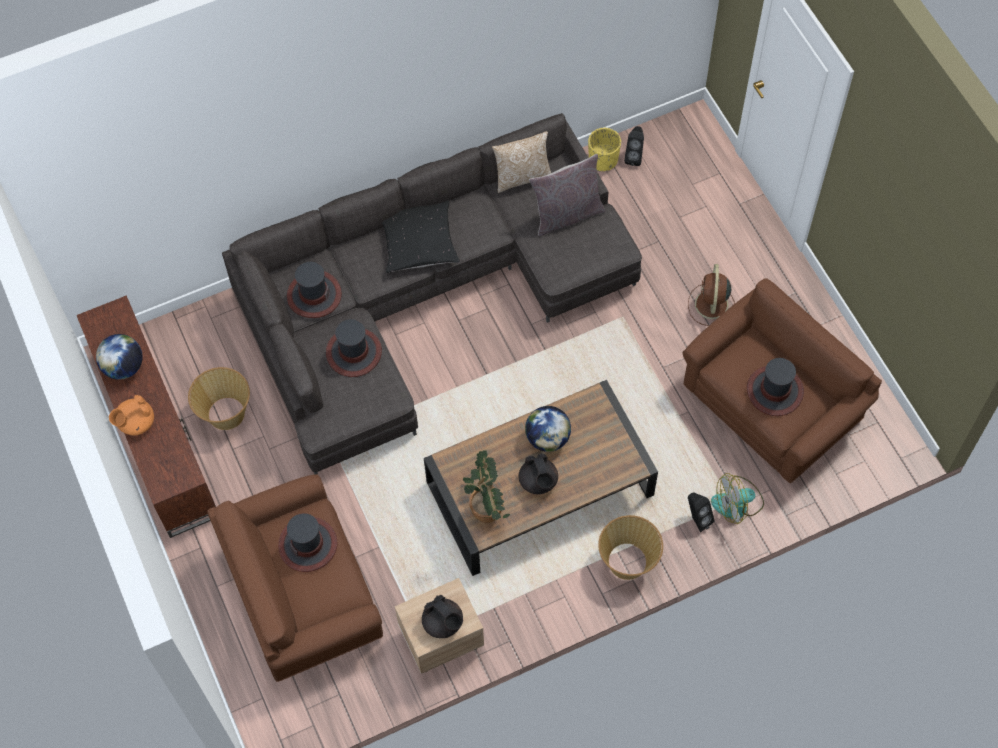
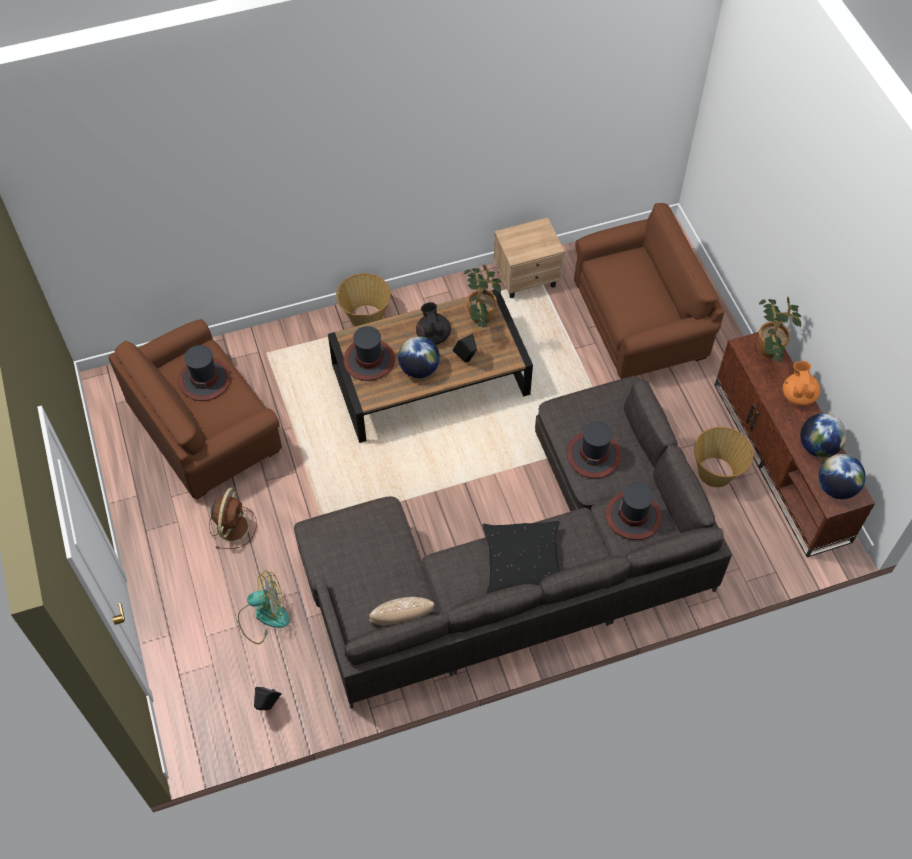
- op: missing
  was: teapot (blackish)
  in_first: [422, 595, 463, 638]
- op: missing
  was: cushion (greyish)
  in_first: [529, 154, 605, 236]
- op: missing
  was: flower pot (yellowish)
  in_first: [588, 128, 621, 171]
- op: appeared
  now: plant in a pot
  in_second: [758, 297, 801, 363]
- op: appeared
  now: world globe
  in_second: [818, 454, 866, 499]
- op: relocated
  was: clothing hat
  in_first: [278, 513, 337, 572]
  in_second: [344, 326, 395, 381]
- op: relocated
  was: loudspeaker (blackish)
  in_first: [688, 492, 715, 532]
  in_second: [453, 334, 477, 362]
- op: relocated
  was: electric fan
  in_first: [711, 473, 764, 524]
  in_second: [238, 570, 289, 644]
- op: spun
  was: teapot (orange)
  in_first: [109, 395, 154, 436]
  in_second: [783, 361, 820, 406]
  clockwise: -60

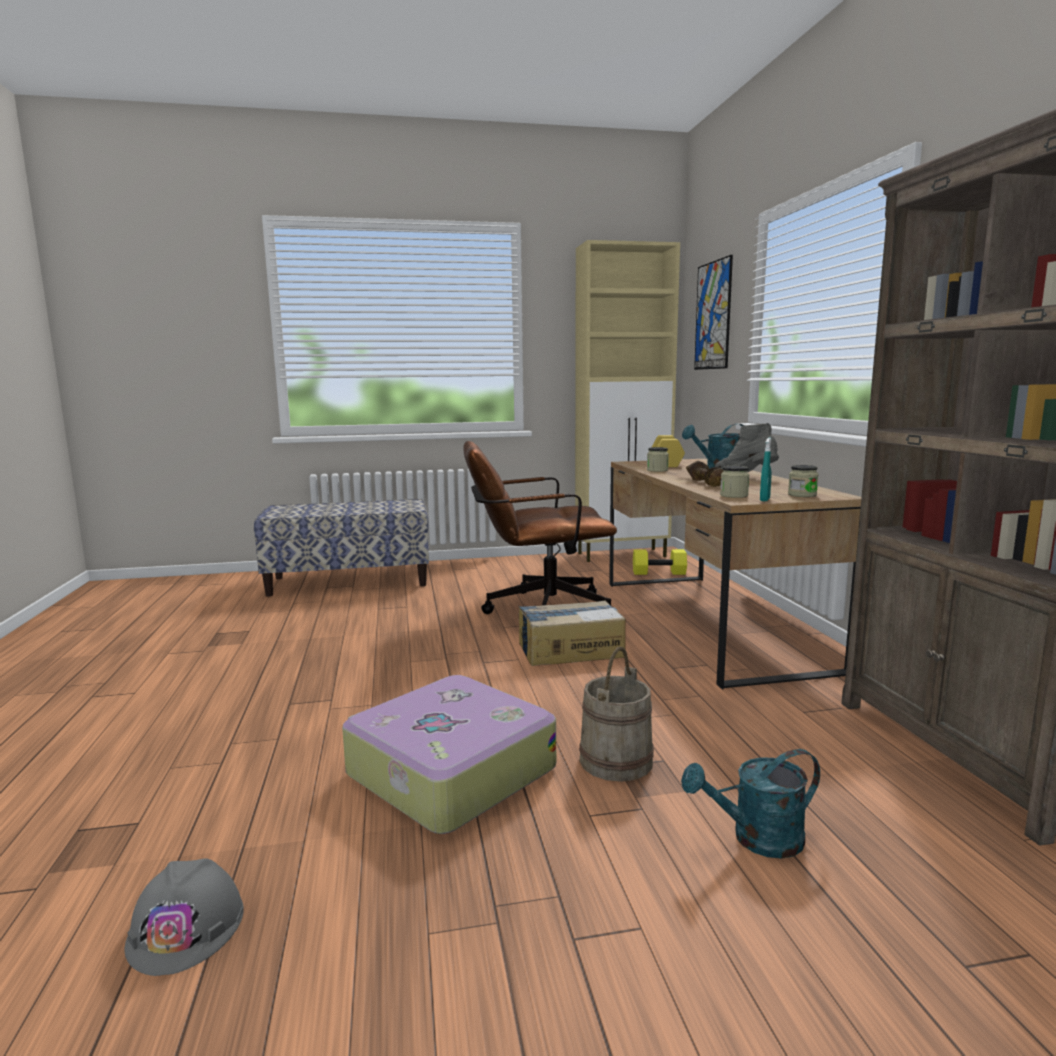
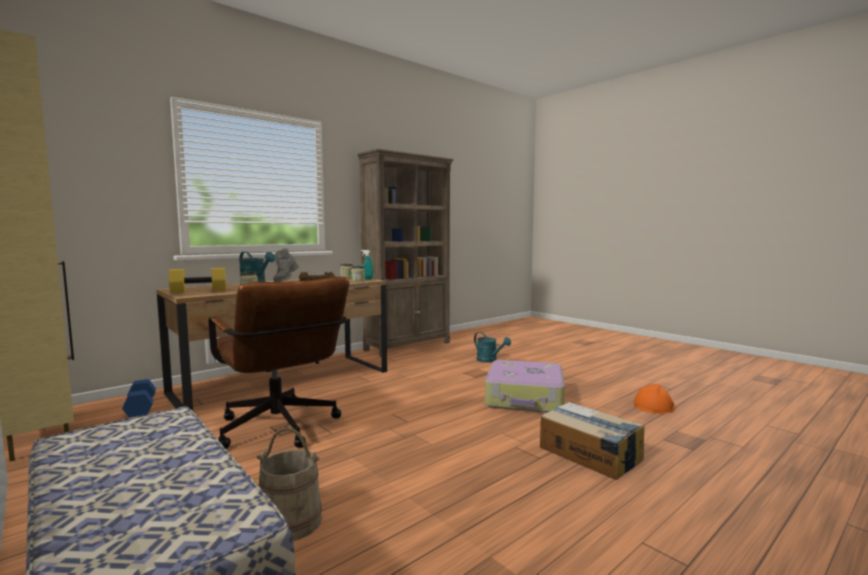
- op: missing
  was: picture
  in_first: [694, 255, 733, 370]
- op: relocated
  was: packing box
  in_first: [519, 601, 626, 666]
  in_second: [540, 402, 645, 480]
- op: relocated
  was: pail (beige)
  in_first: [579, 647, 654, 782]
  in_second: [256, 427, 322, 541]
- op: colour
  was: hard hat (greyish)
  now: hard hat (orange)
  in_first: [125, 858, 244, 976]
  in_second: [634, 384, 675, 414]
- op: colour
  was: hand weight (yellowish)
  now: hand weight (bluish)
  in_first: [633, 549, 687, 575]
  in_second: [122, 379, 156, 418]

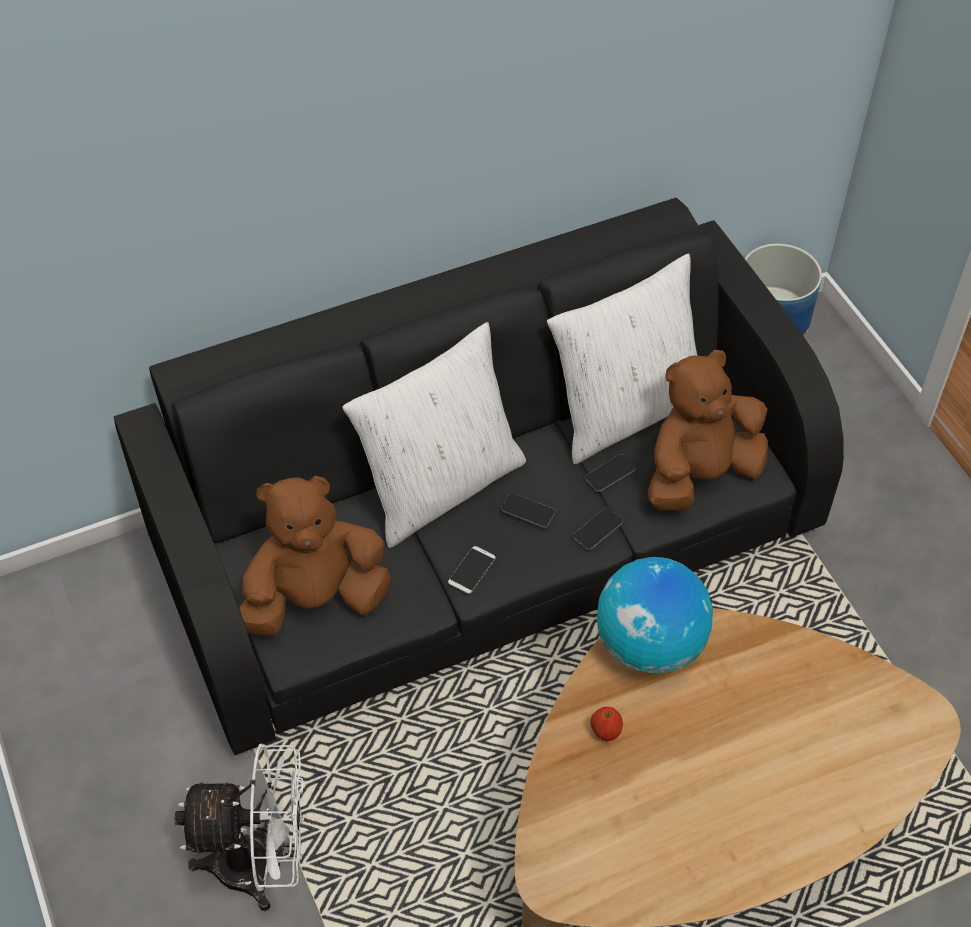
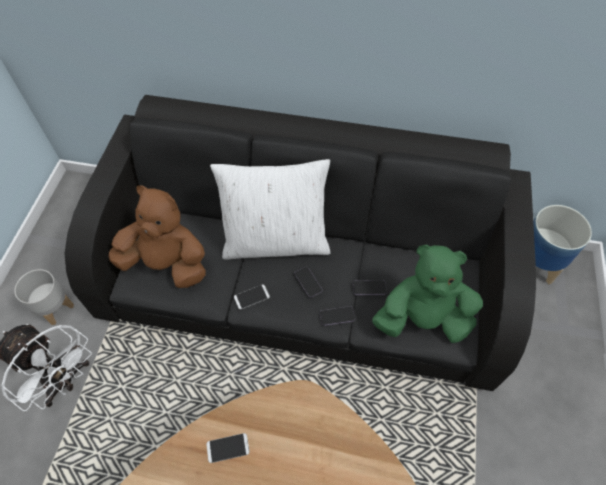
- op: missing
  was: cushion (white-coloured)
  in_first: [547, 254, 697, 464]
- op: missing
  was: world globe
  in_first: [597, 557, 713, 673]
- op: appeared
  now: flower pot (greyish)
  in_second: [14, 269, 74, 325]
- op: exchanged
  was: apple
  now: handset
  in_first: [590, 707, 623, 741]
  in_second: [206, 433, 250, 463]
- op: colour
  was: soft toy (brown-coloured)
  now: soft toy (green-coloured)
  in_first: [648, 350, 768, 511]
  in_second: [372, 245, 483, 343]

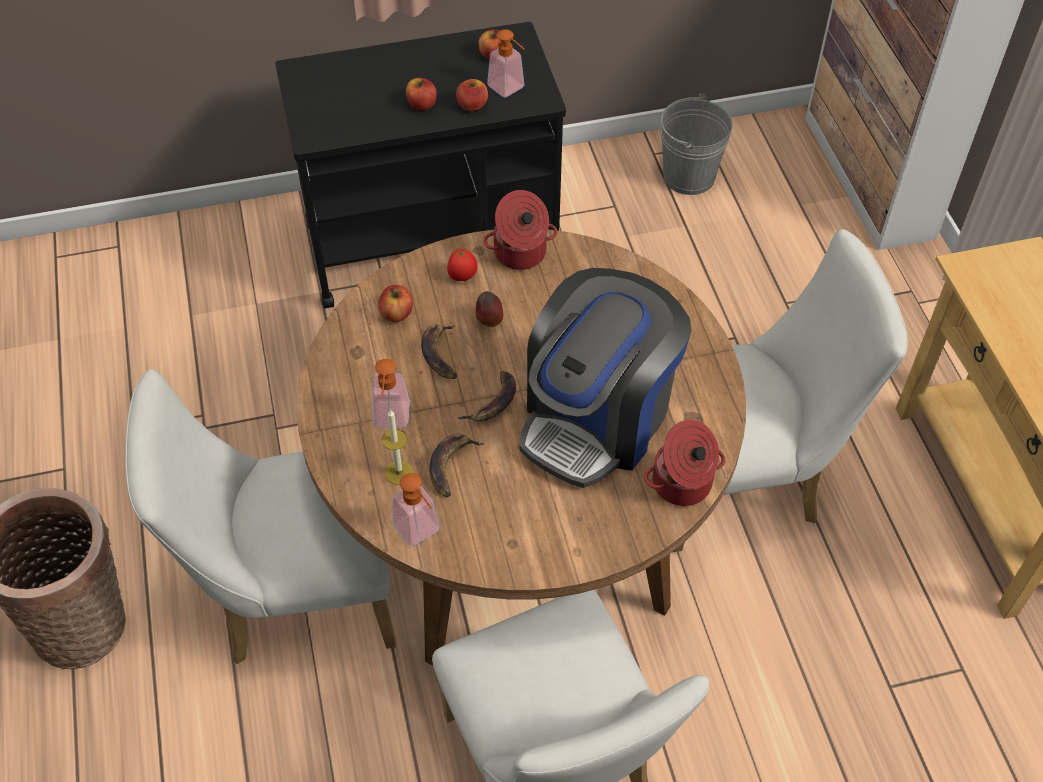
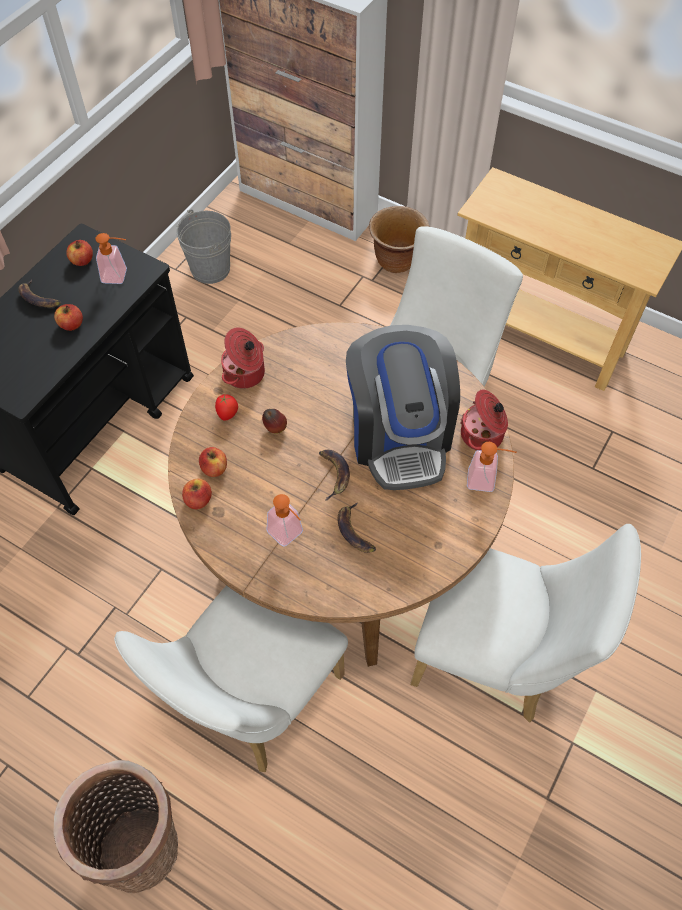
- op: missing
  was: wax candle
  in_first: [382, 409, 413, 485]
- op: appeared
  now: flower pot (brown-coloured)
  in_second: [369, 206, 429, 273]
- op: relocated
  was: soap bottle
  in_first: [392, 473, 440, 546]
  in_second: [467, 442, 517, 492]
- op: relocated
  was: banana fruit
  in_first: [421, 324, 457, 379]
  in_second: [19, 279, 61, 308]
- op: relocated
  was: apple
  in_first: [456, 79, 488, 111]
  in_second: [182, 479, 212, 509]

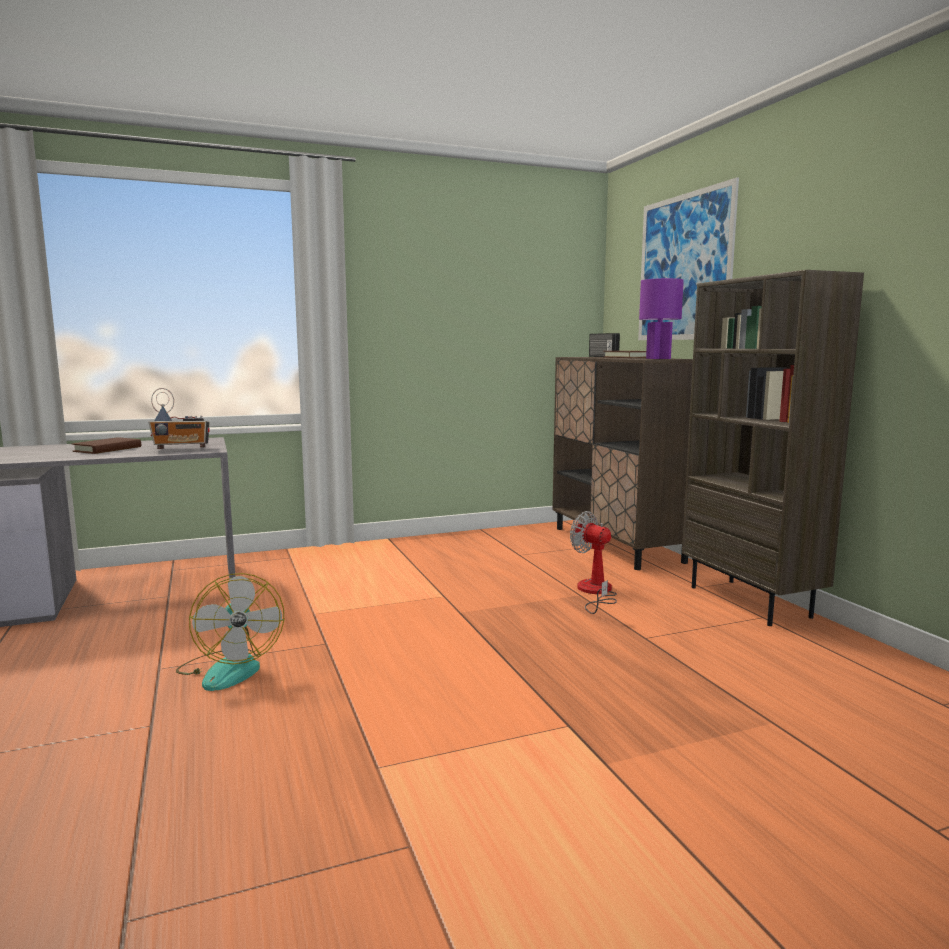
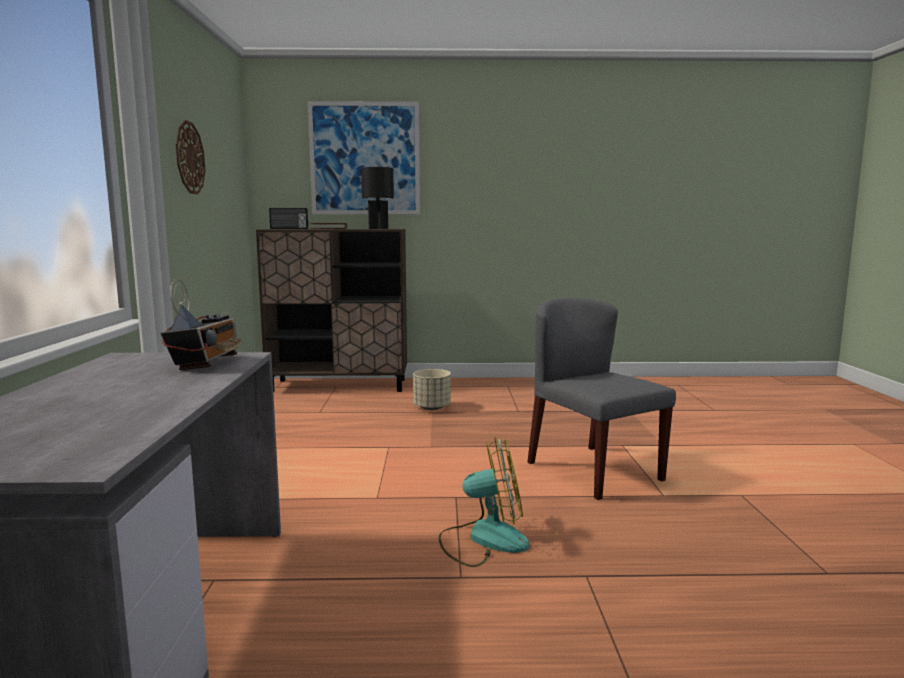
- op: missing
  was: volume (brown-coloured)
  in_first: [72, 437, 141, 454]
- op: missing
  was: bookcase (brown-coloured)
  in_first: [682, 270, 864, 626]
- op: appeared
  now: clock on the wall
  in_second: [176, 120, 205, 194]
- op: appeared
  now: upright chair (greyish)
  in_second: [527, 298, 676, 500]
- op: exchanged
  was: electric fan
  now: flower pot (beige)
  in_first: [570, 511, 617, 614]
  in_second: [413, 369, 451, 410]
- op: colour
  was: tabletop lamp (purplish)
  now: tabletop lamp (blackish)
  in_first: [639, 278, 684, 359]
  in_second: [361, 167, 394, 229]

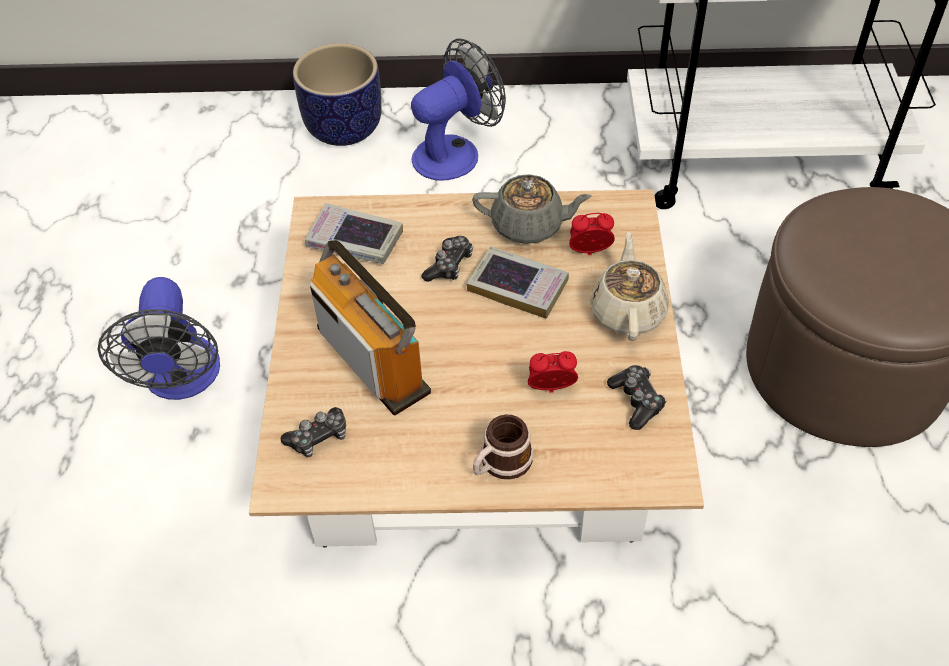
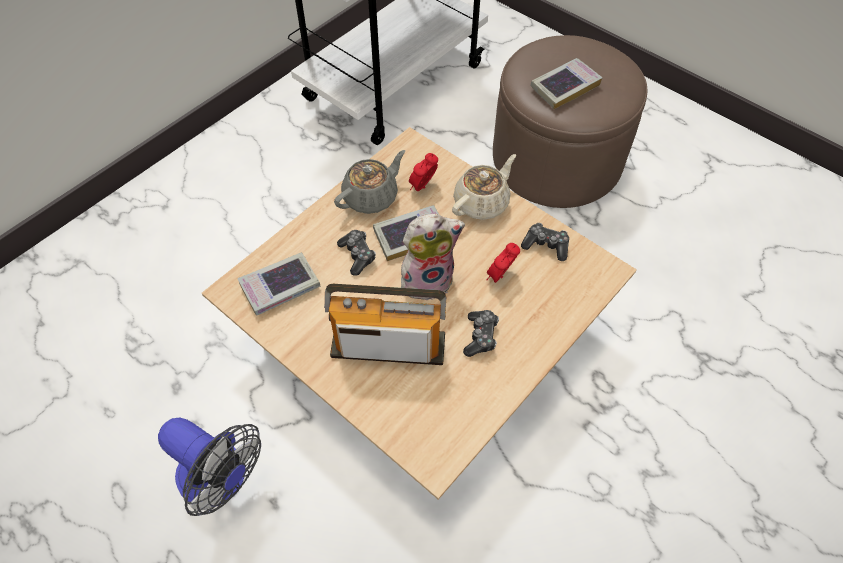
- op: missing
  was: flower pot
  in_first: [293, 43, 382, 146]
- op: missing
  was: electric fan
  in_first: [411, 38, 506, 181]
- op: missing
  was: tea mug
  in_first: [473, 415, 534, 480]
- op: appeared
  now: soft toy
  in_second: [401, 214, 465, 303]
- op: appeared
  now: volume
  in_second: [530, 58, 602, 109]
- op: relocated
  was: game controller
  in_first: [281, 407, 346, 457]
  in_second: [463, 310, 499, 357]
- op: spun
  was: teapot (beige)
  in_first: [590, 232, 669, 341]
  in_second: [452, 154, 516, 220]
  clockwise: 90

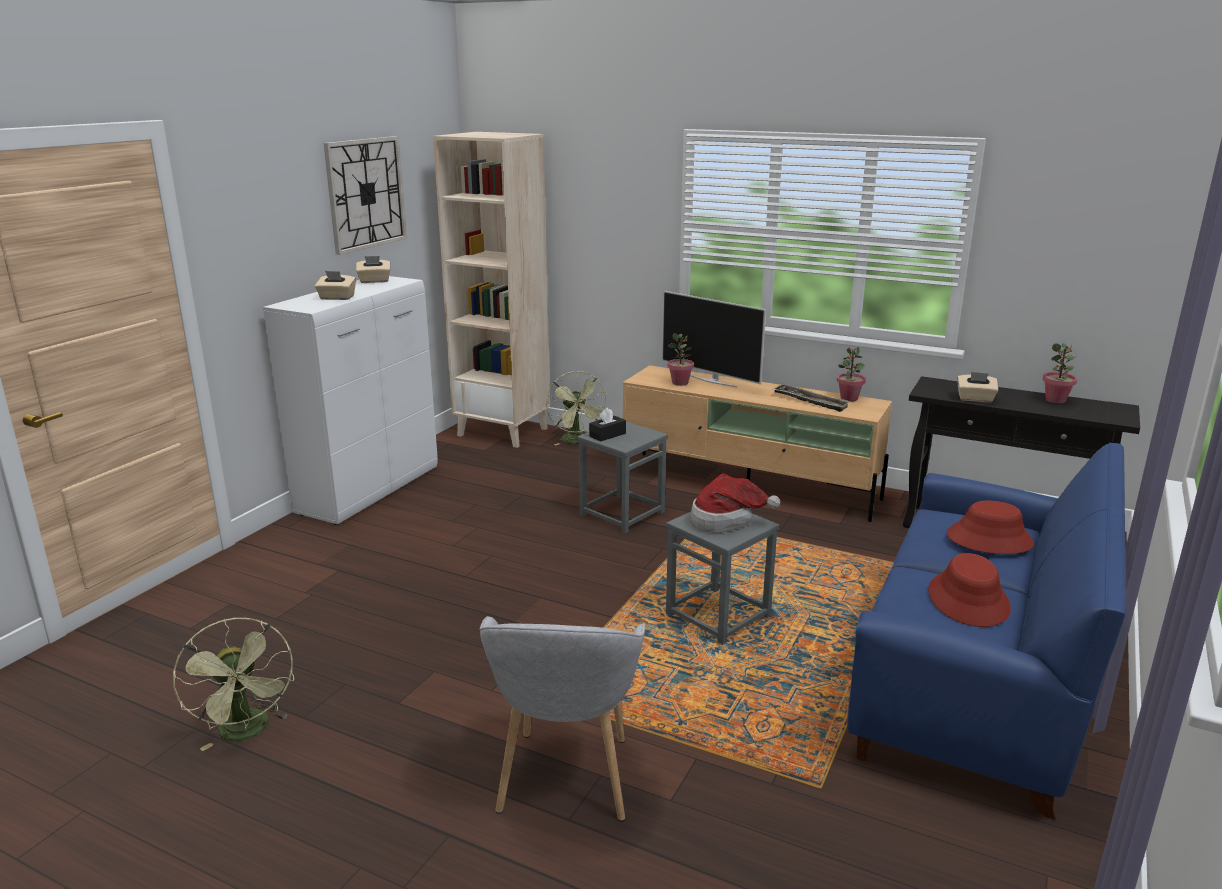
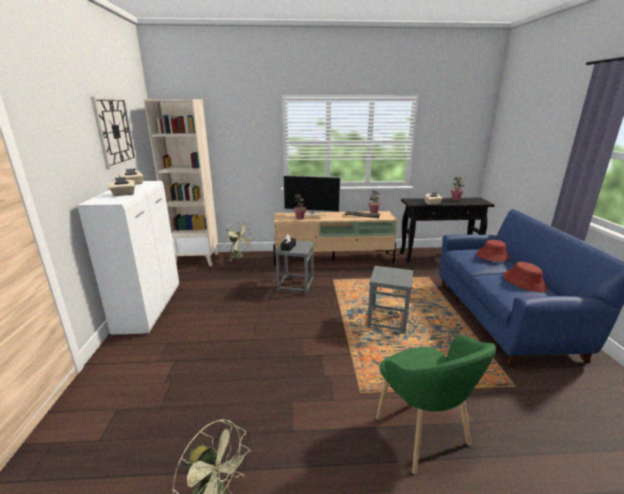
- op: missing
  was: clothing hat
  in_first: [691, 473, 780, 533]
- op: colour
  was: easy chair (greyish)
  now: easy chair (green-coloured)
  in_first: [480, 616, 646, 822]
  in_second: [376, 335, 496, 475]

